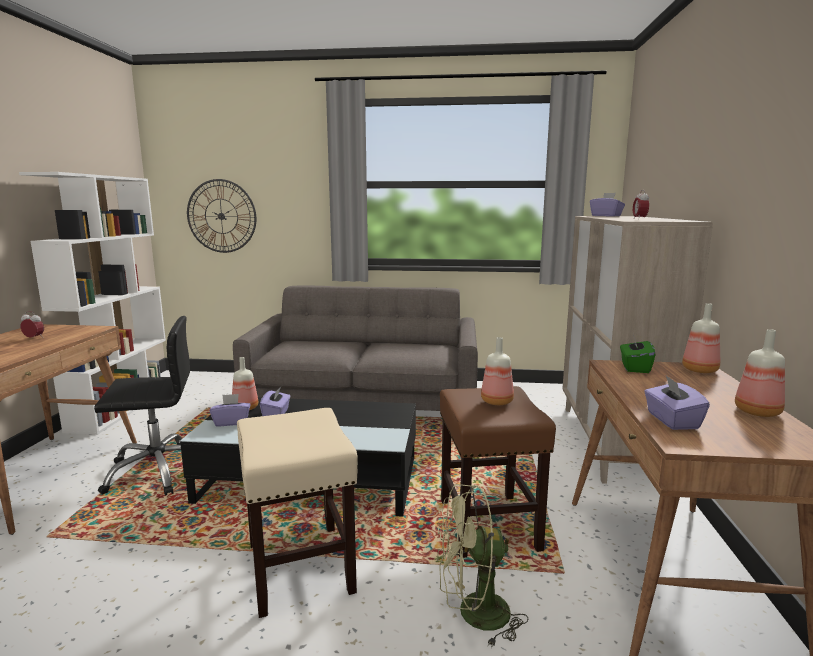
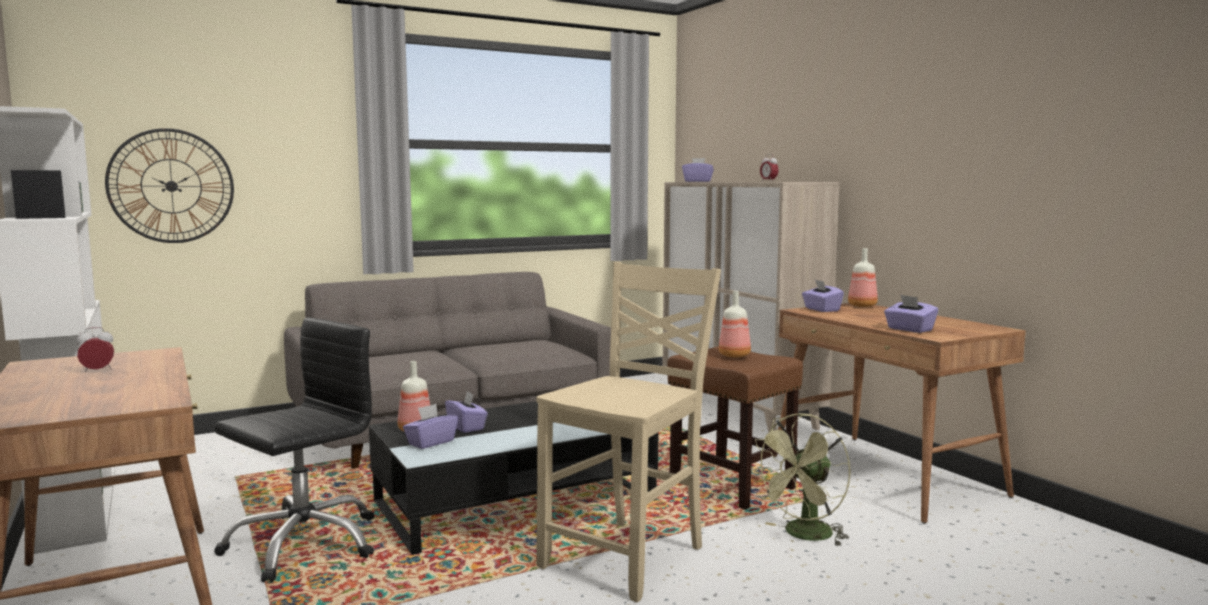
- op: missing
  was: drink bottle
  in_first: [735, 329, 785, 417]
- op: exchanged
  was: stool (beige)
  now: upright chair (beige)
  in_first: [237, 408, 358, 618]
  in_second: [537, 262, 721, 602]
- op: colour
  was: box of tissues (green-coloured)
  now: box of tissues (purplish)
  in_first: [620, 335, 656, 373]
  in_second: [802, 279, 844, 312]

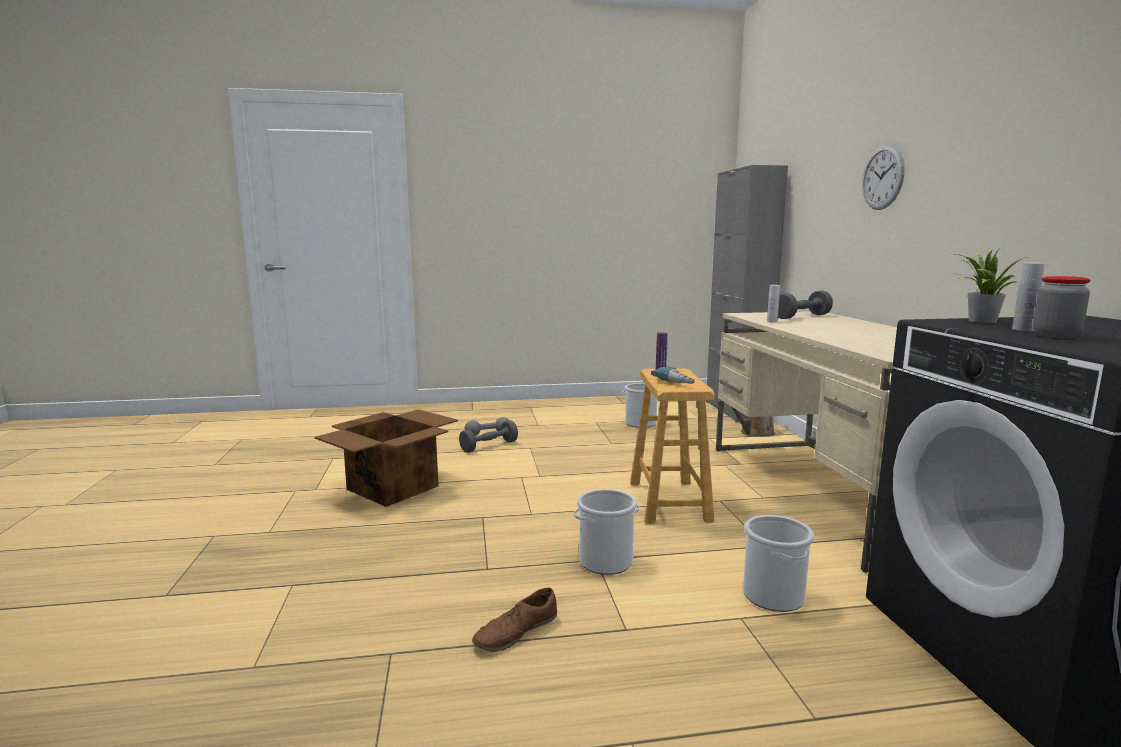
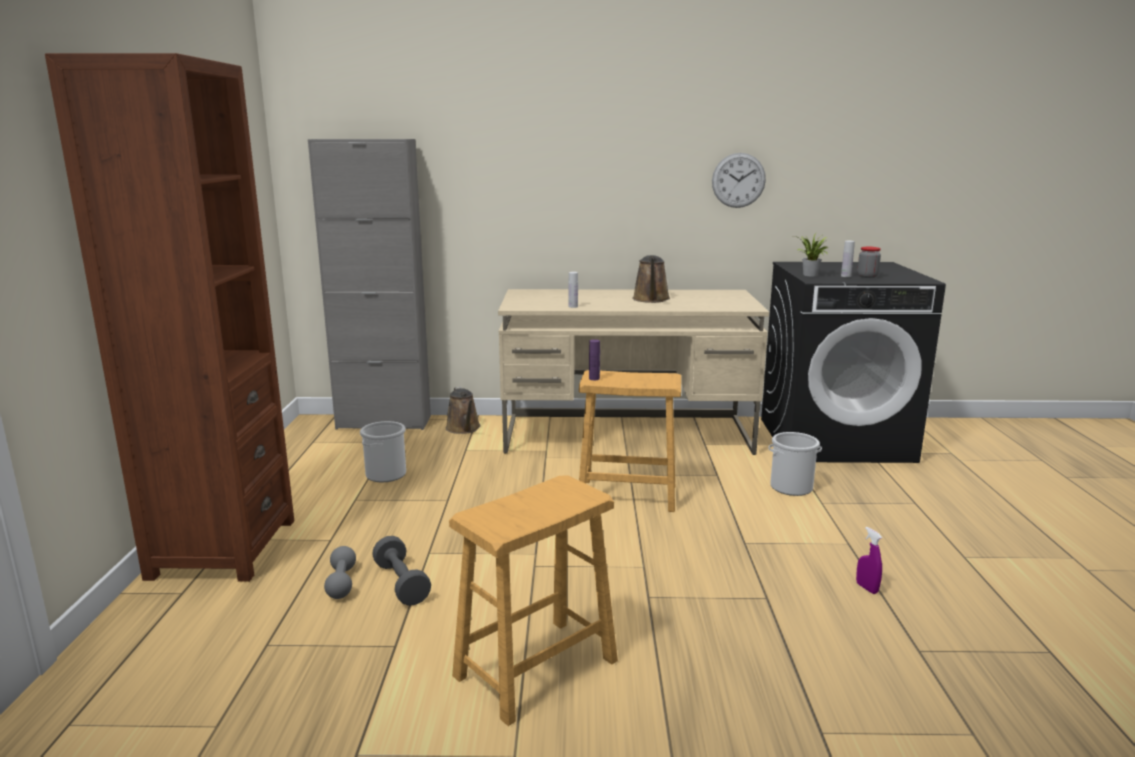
- op: missing
  was: pail
  in_first: [574, 489, 639, 575]
- op: missing
  was: electric drill
  in_first: [651, 366, 695, 384]
- op: missing
  was: hand weight (greyish)
  in_first: [778, 291, 833, 319]
- op: appeared
  now: bookcase (brown-coloured)
  in_second: [45, 53, 294, 582]
- op: appeared
  now: watering can (brown-coloured)
  in_second: [632, 255, 670, 303]
- op: relocated
  was: clock on the wall
  in_first: [862, 145, 905, 210]
  in_second: [712, 153, 766, 208]
- op: exchanged
  was: packing box
  now: stool (brown-coloured)
  in_first: [315, 409, 458, 507]
  in_second: [449, 475, 618, 726]
- op: exchanged
  was: item of footwear (brown-coloured)
  now: sprayer (purplish)
  in_first: [472, 588, 557, 652]
  in_second: [856, 527, 882, 594]

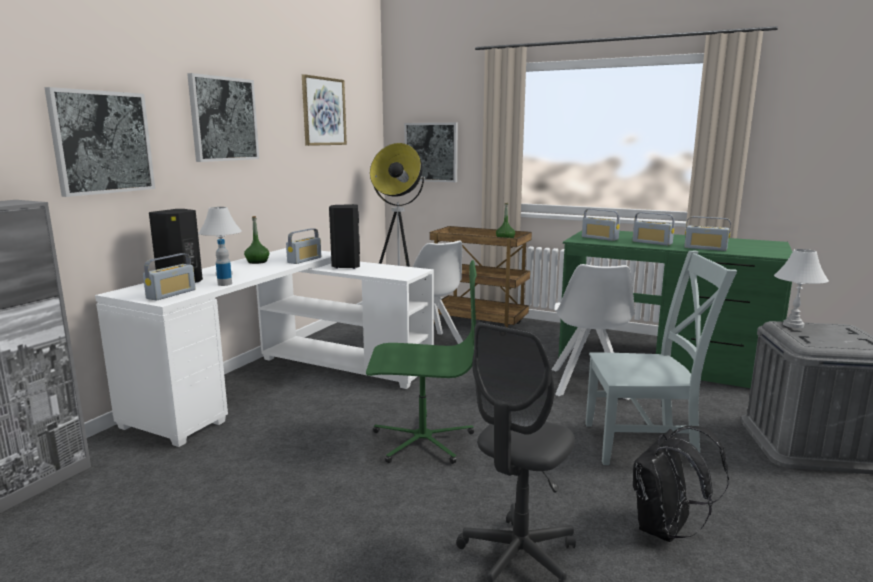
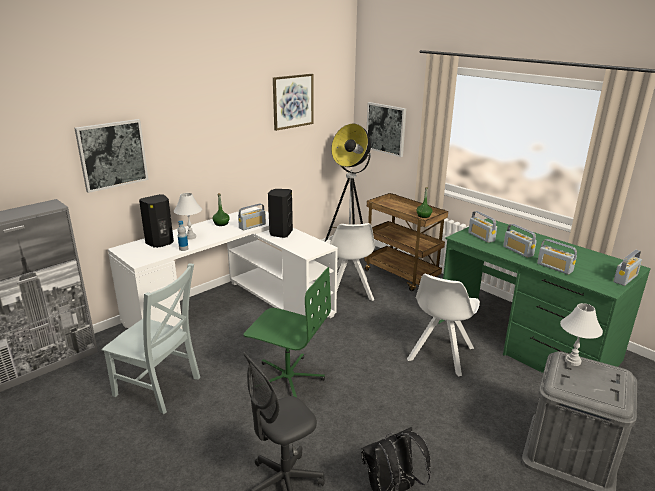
- op: missing
  was: picture
  in_first: [187, 73, 259, 162]
- op: relocated
  was: radio receiver
  in_first: [143, 253, 196, 301]
  in_second: [613, 250, 642, 286]
- op: relocated
  was: upright chair (greyish)
  in_first: [585, 251, 737, 467]
  in_second: [102, 263, 200, 414]

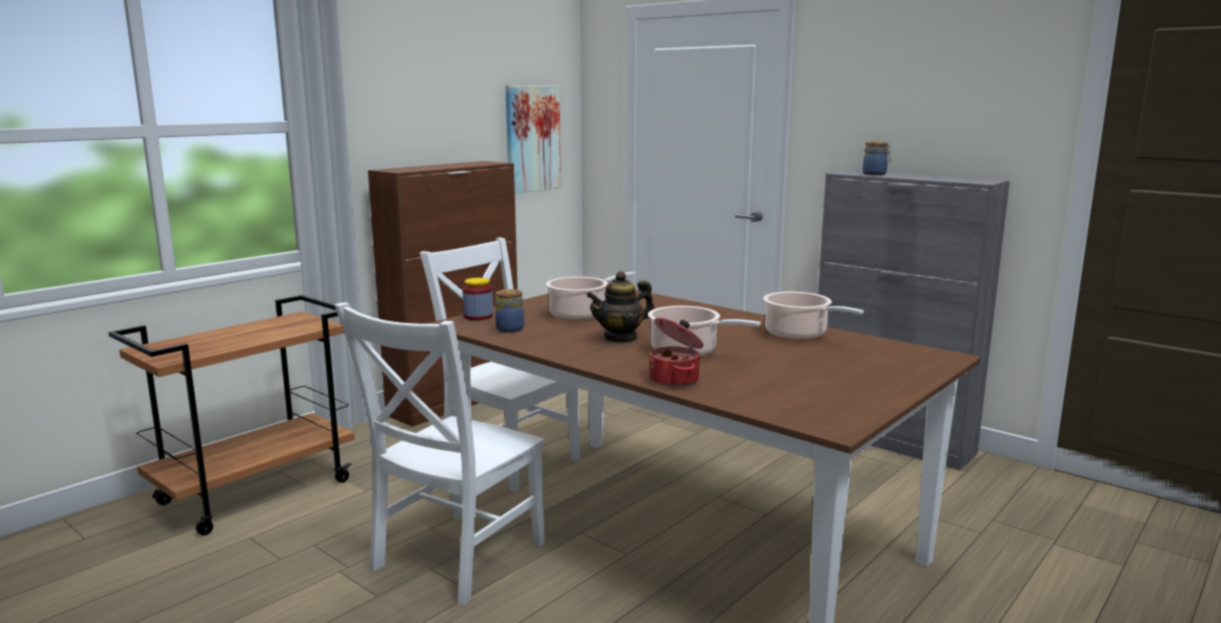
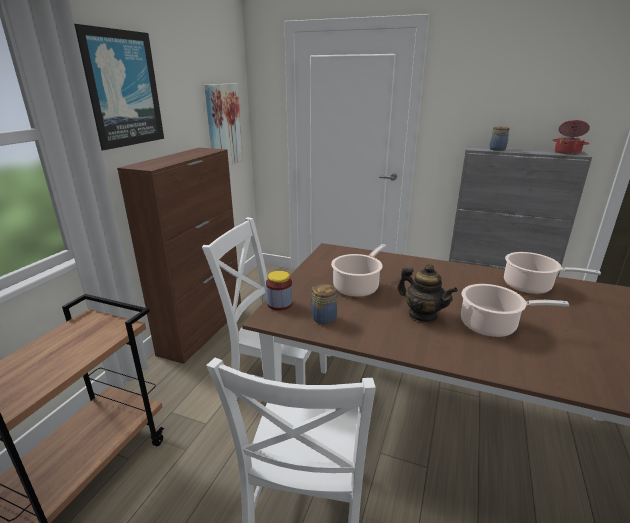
- op: appeared
  now: picture
  in_second: [74, 24, 164, 150]
- op: relocated
  was: cooking pot
  in_first: [649, 318, 703, 387]
  in_second: [552, 120, 590, 154]
- op: spun
  was: teapot
  in_first: [586, 271, 654, 343]
  in_second: [397, 264, 458, 322]
  clockwise: -90

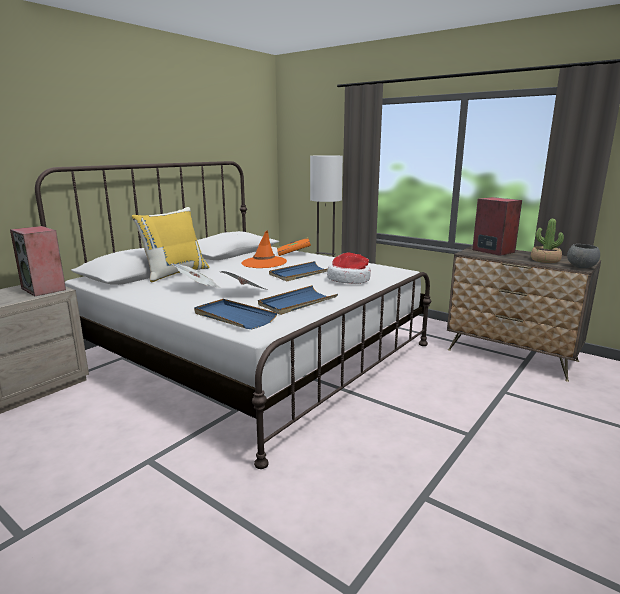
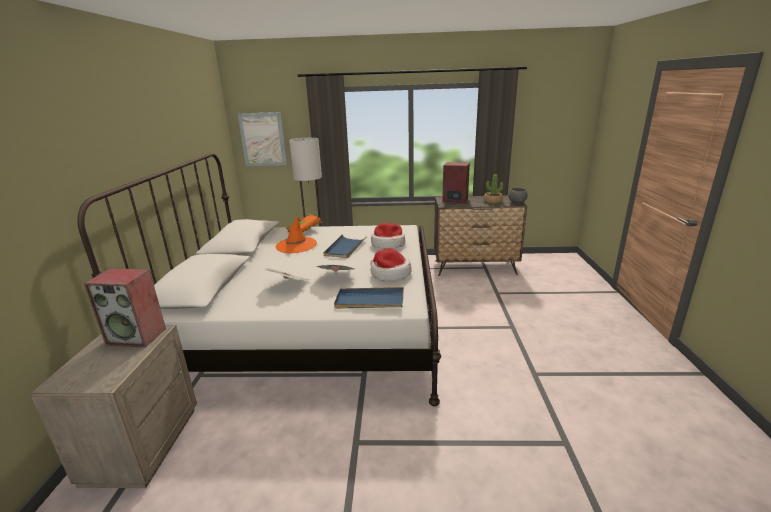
- op: missing
  was: cushion (yellowish)
  in_first: [132, 207, 210, 282]
- op: appeared
  now: picture
  in_second: [238, 112, 287, 166]
- op: exchanged
  was: serving tray (bluish)
  now: clothing hat
  in_first: [258, 285, 338, 315]
  in_second: [370, 248, 411, 281]

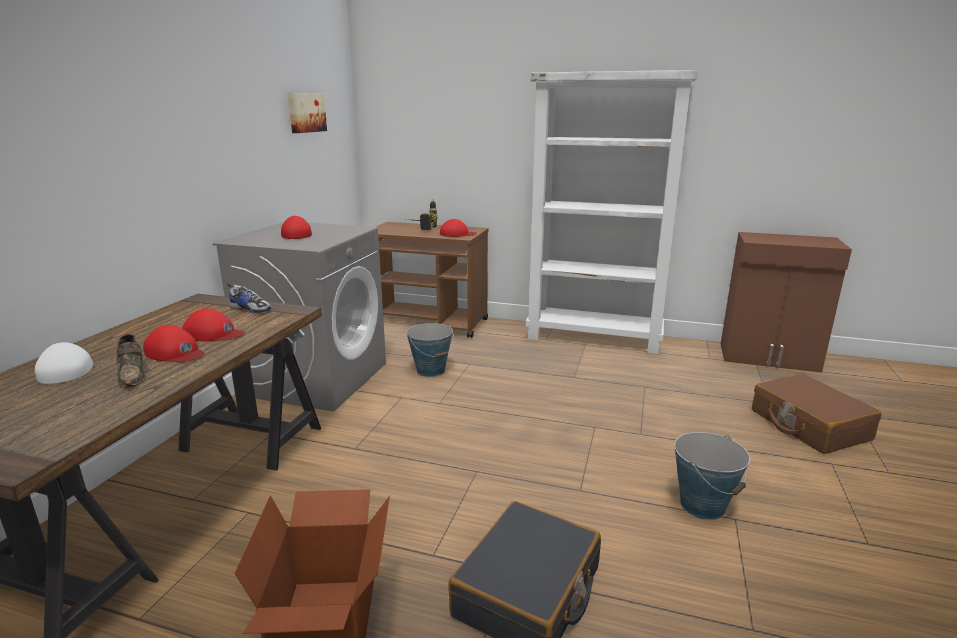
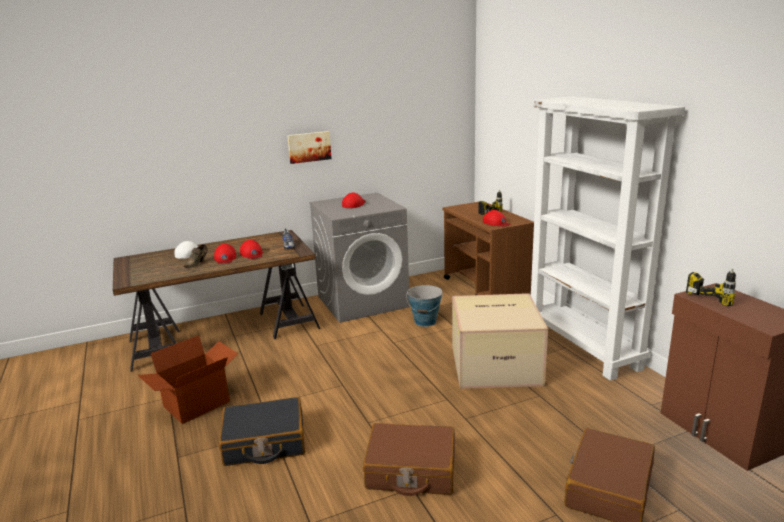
- op: appeared
  now: packing box
  in_second: [452, 293, 548, 389]
- op: appeared
  now: electric drill
  in_second: [686, 269, 736, 306]
- op: relocated
  was: picture
  in_first: [288, 93, 327, 133]
  in_second: [287, 131, 332, 164]
- op: exchanged
  was: pail
  now: suitcase (brown-coloured)
  in_first: [674, 432, 750, 520]
  in_second: [363, 423, 455, 496]

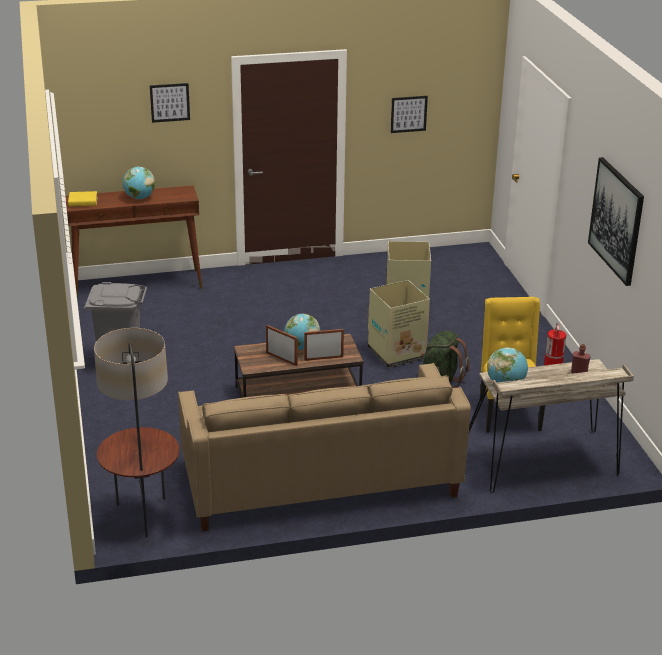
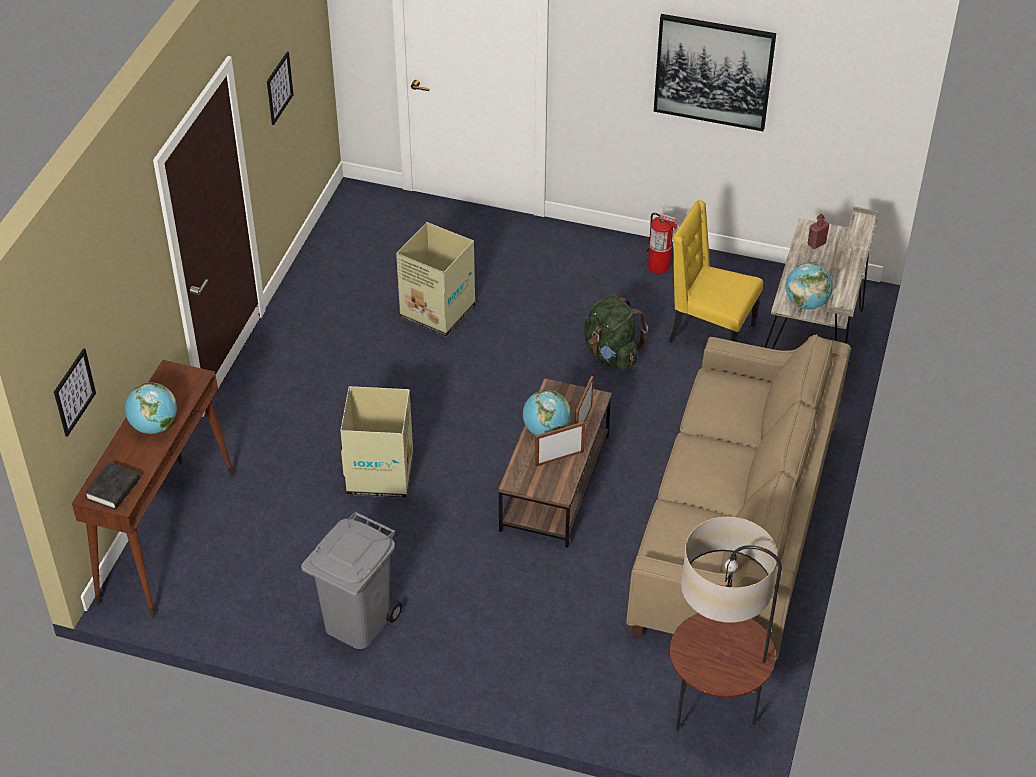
- op: relocated
  was: picture
  in_first: [150, 83, 190, 123]
  in_second: [54, 348, 96, 437]
- op: relocated
  was: packing box
  in_first: [368, 280, 430, 368]
  in_second: [340, 386, 413, 498]
- op: colour
  was: volume (yellowish)
  now: volume (blackish)
  in_first: [68, 191, 98, 207]
  in_second: [85, 462, 140, 509]

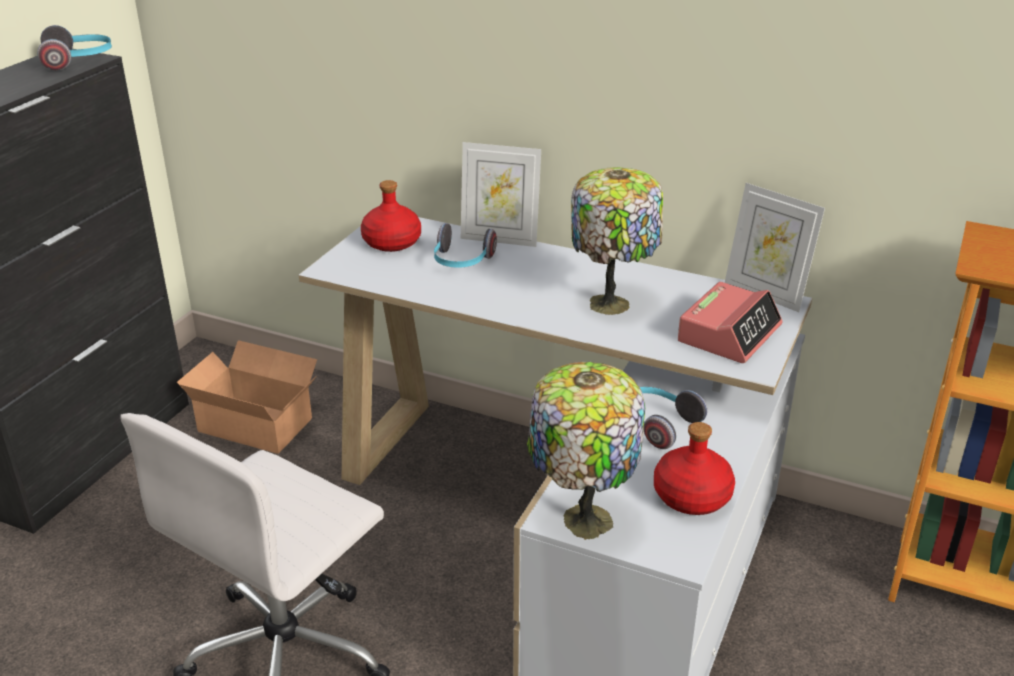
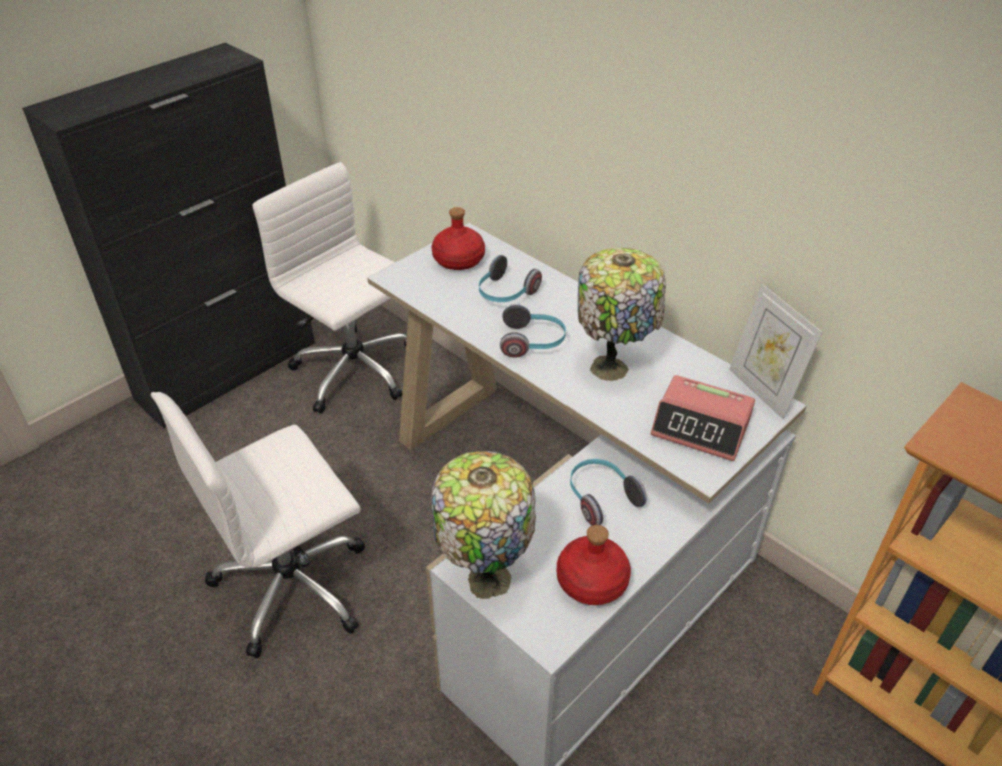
- op: missing
  was: picture frame
  in_first: [461, 142, 541, 247]
- op: relocated
  was: headphones
  in_first: [37, 25, 112, 71]
  in_second: [500, 304, 566, 358]
- op: exchanged
  was: packing box
  now: desk chair (white-coloured)
  in_first: [177, 340, 317, 454]
  in_second: [253, 162, 407, 413]
- op: spun
  was: bedside clock
  in_first: [678, 282, 782, 363]
  in_second: [651, 375, 755, 461]
  clockwise: 60

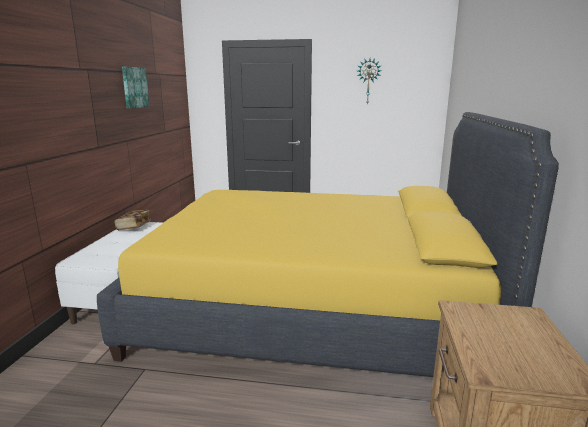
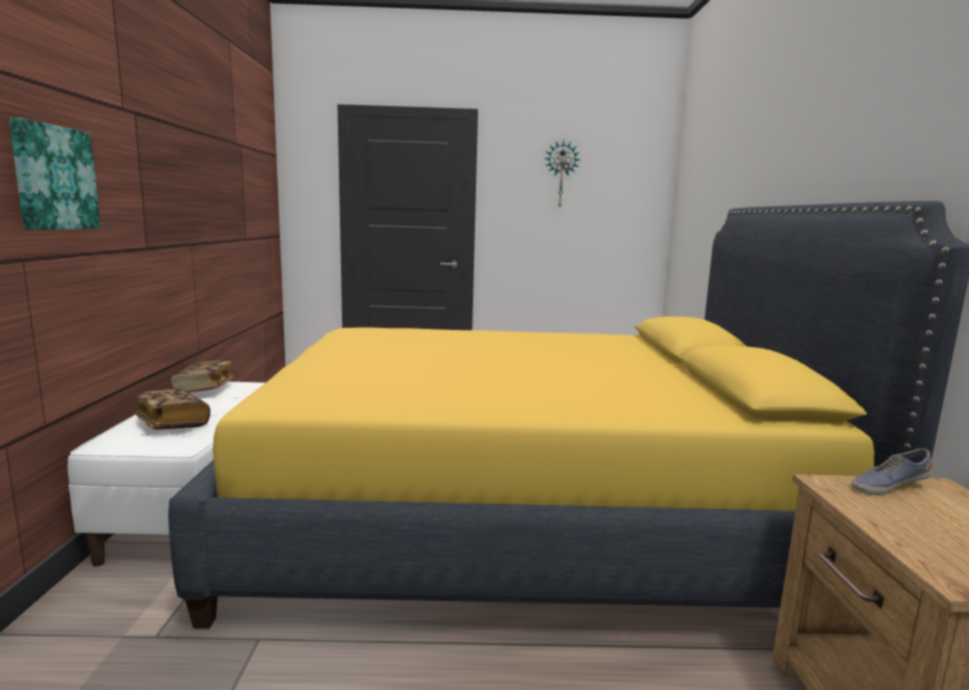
- op: appeared
  now: volume
  in_second: [135, 389, 210, 430]
- op: appeared
  now: item of footwear
  in_second: [851, 448, 932, 495]
- op: relocated
  was: picture
  in_first: [122, 66, 150, 109]
  in_second: [9, 117, 101, 230]

